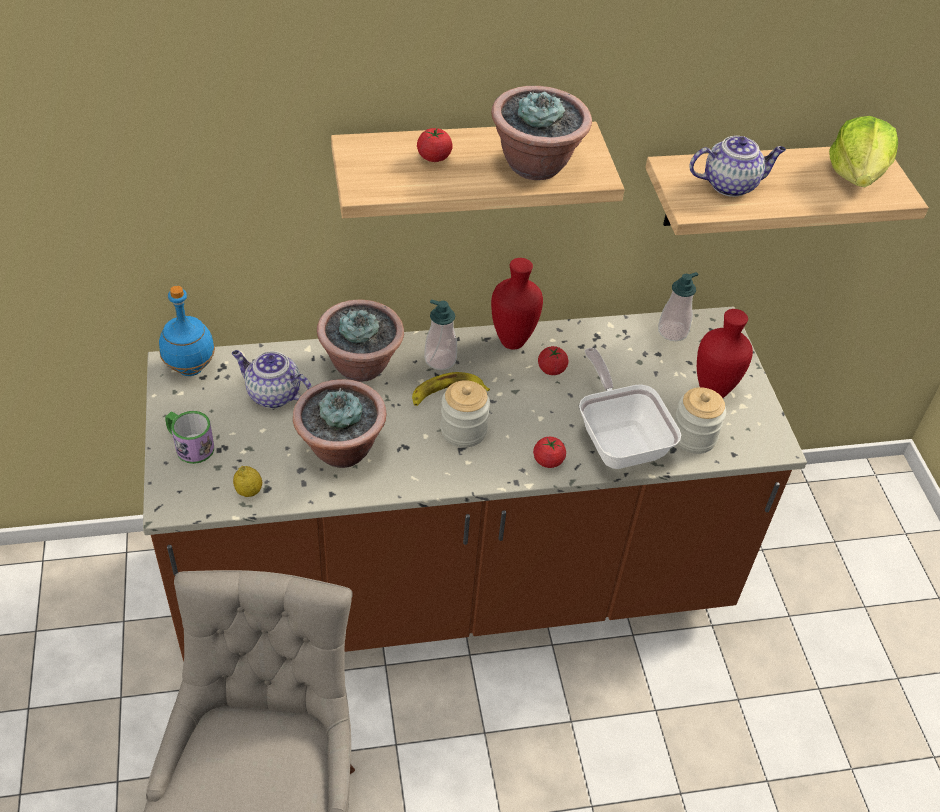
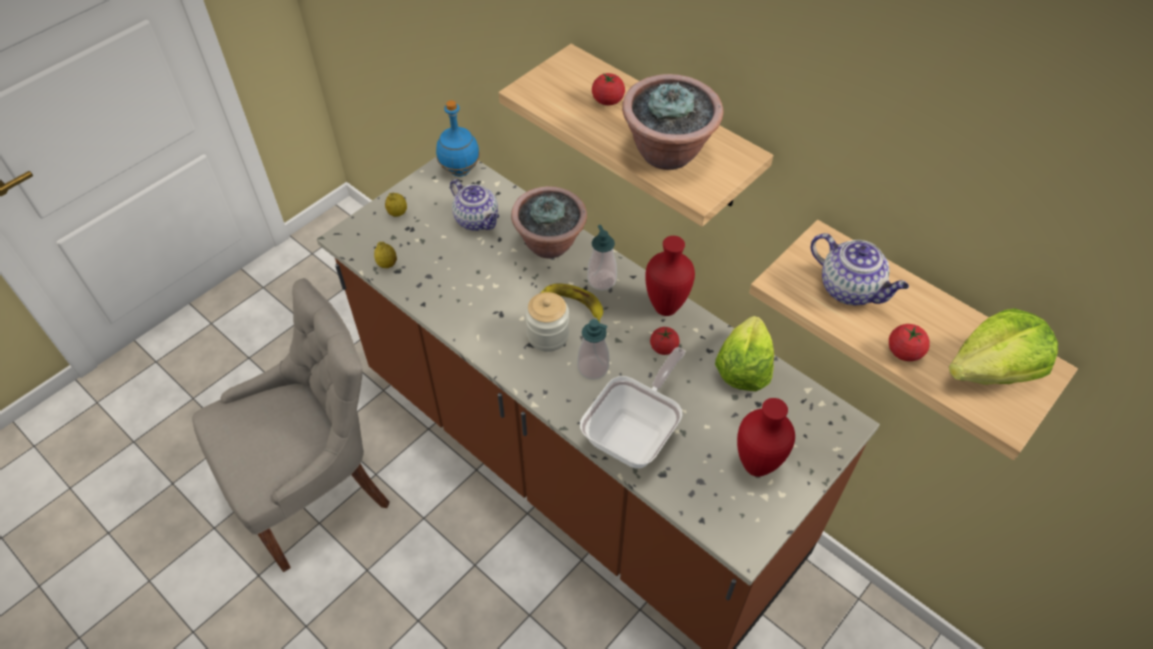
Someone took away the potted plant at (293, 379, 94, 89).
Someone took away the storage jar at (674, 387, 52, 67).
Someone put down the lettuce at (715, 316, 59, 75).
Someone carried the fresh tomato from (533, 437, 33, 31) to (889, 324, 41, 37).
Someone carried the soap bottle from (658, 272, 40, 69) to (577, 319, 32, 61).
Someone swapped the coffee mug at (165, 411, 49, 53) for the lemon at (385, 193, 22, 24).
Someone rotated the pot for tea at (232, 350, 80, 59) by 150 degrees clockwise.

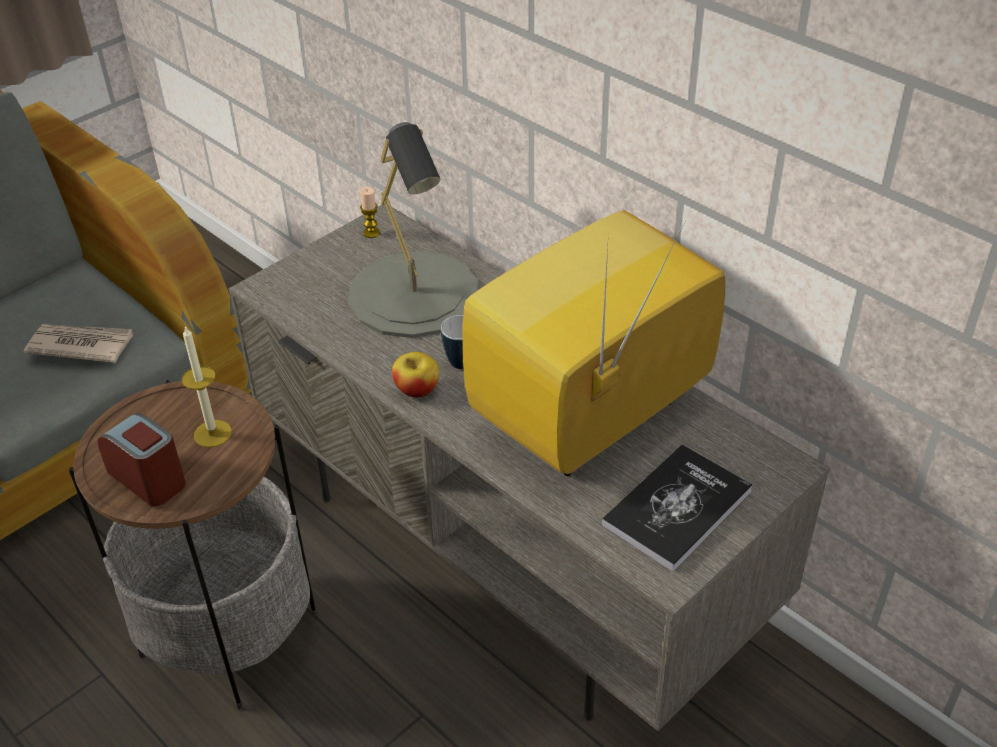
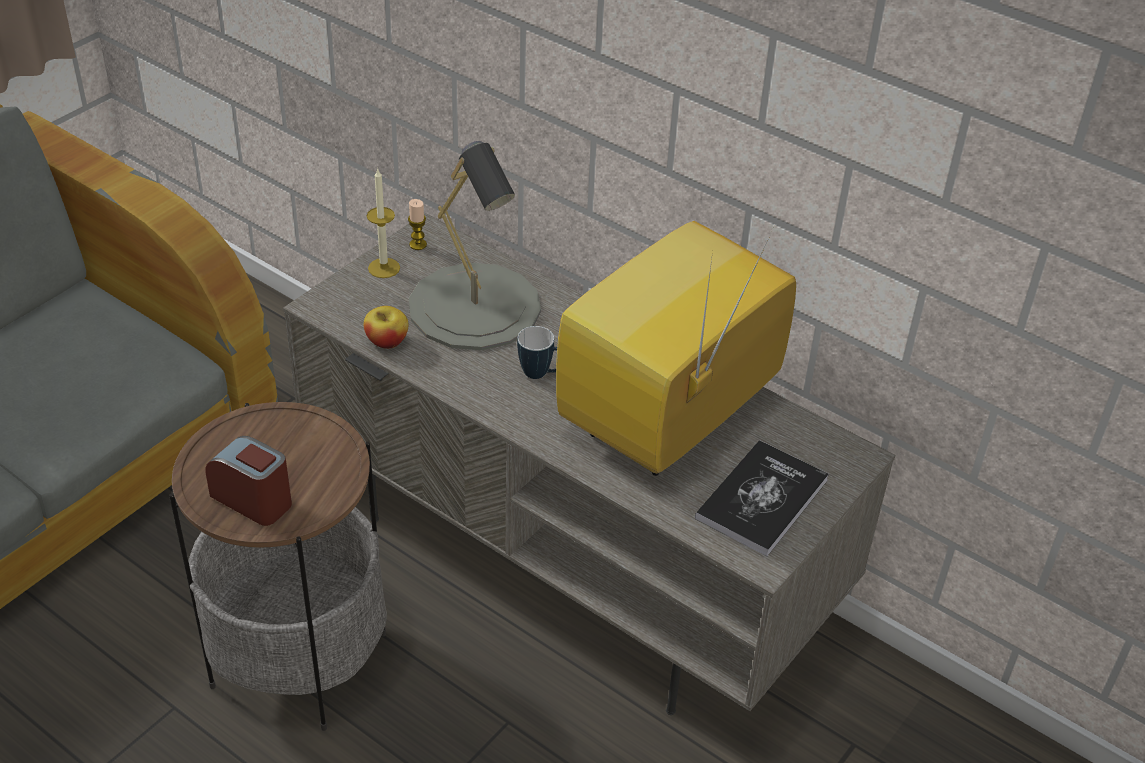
Someone took away the printed paper at (24, 324, 109, 39).
Someone carried the wax light from (182, 326, 50, 122) to (367, 169, 33, 109).
Someone carried the whole apple from (392, 352, 48, 46) to (364, 306, 44, 43).

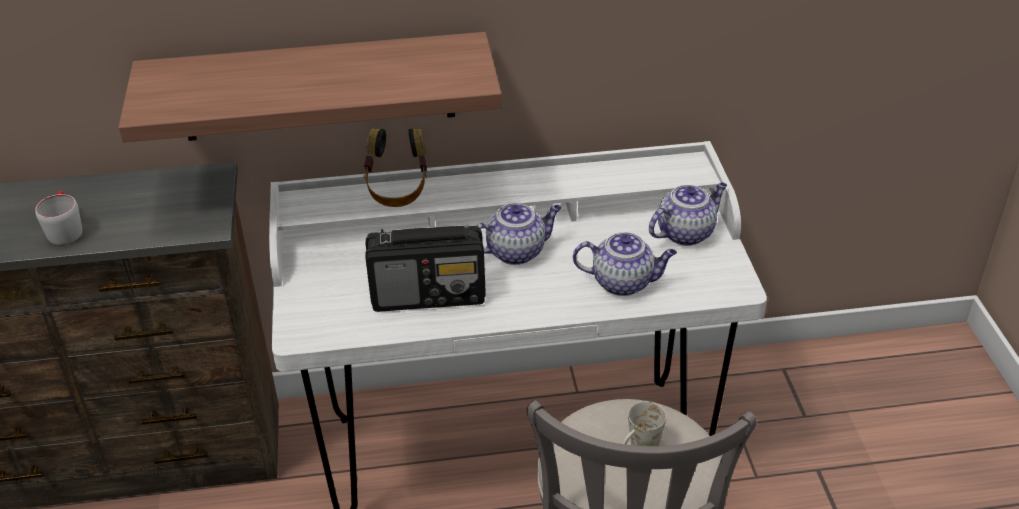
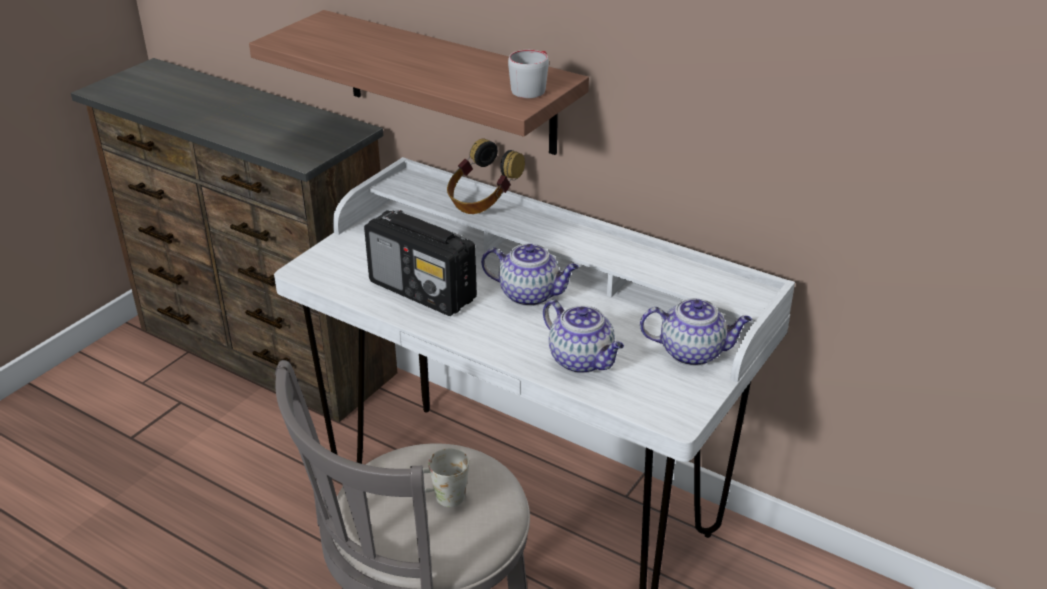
Someone carried the coffee mug (greyish) from (35, 191, 47, 54) to (508, 50, 41, 48).

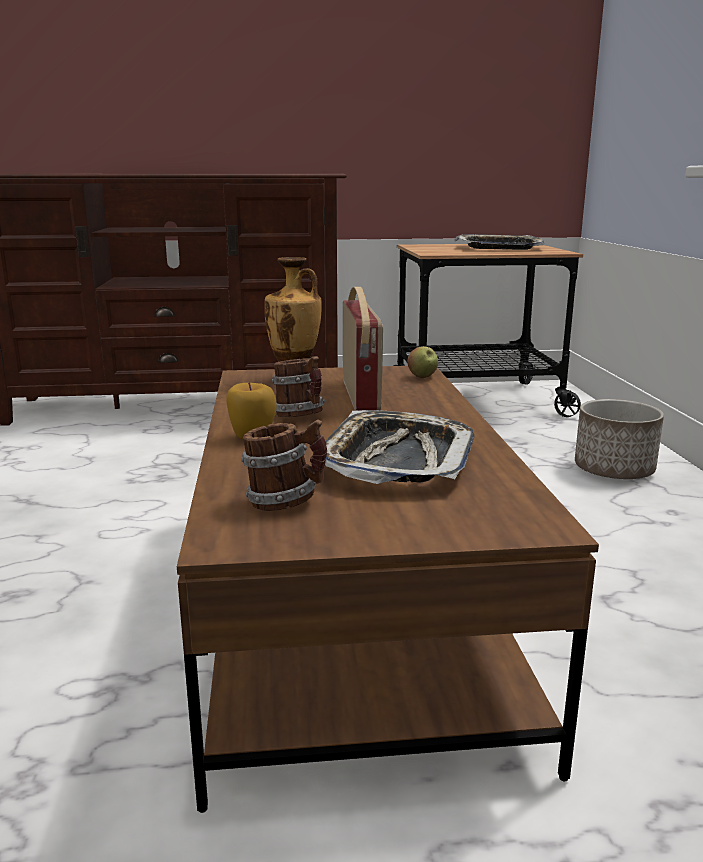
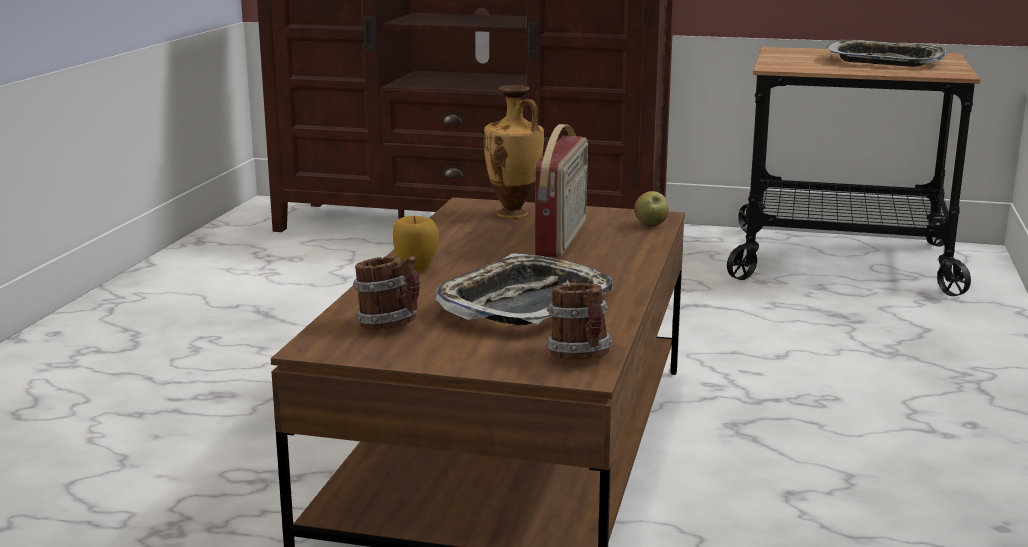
Someone took away the plant pot at (575, 399, 89, 80).
Someone carried the coffee mug from (272, 356, 53, 61) to (546, 283, 66, 76).

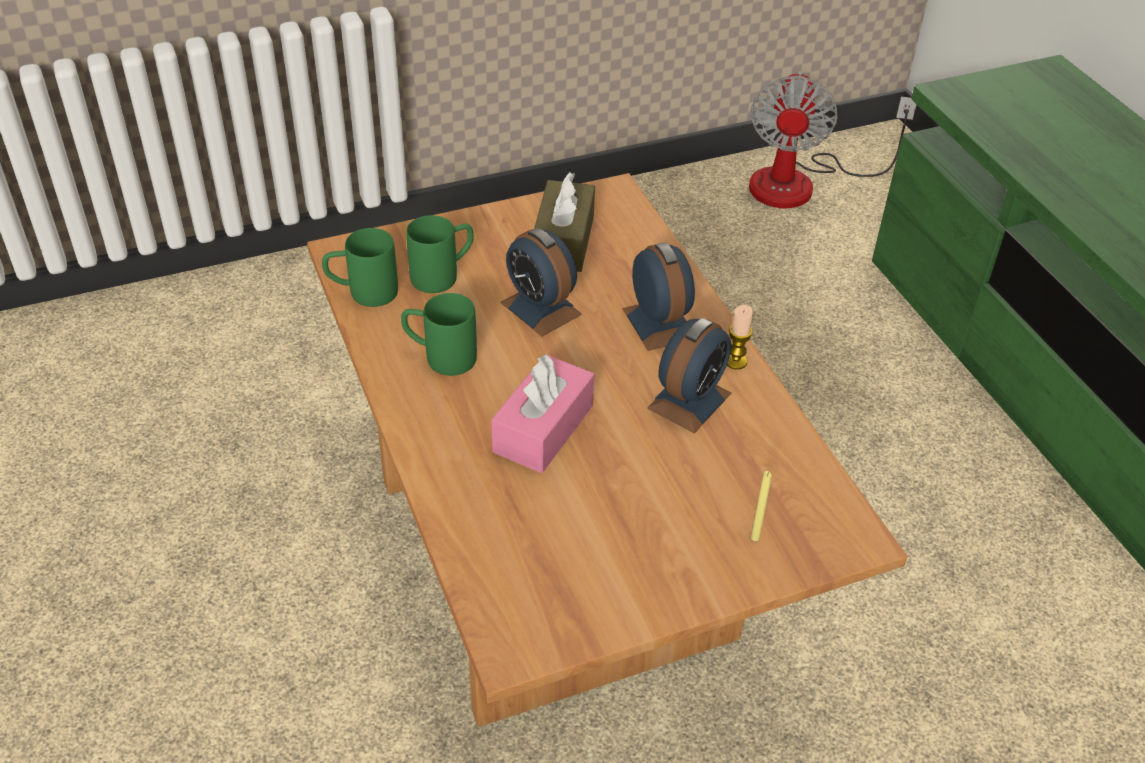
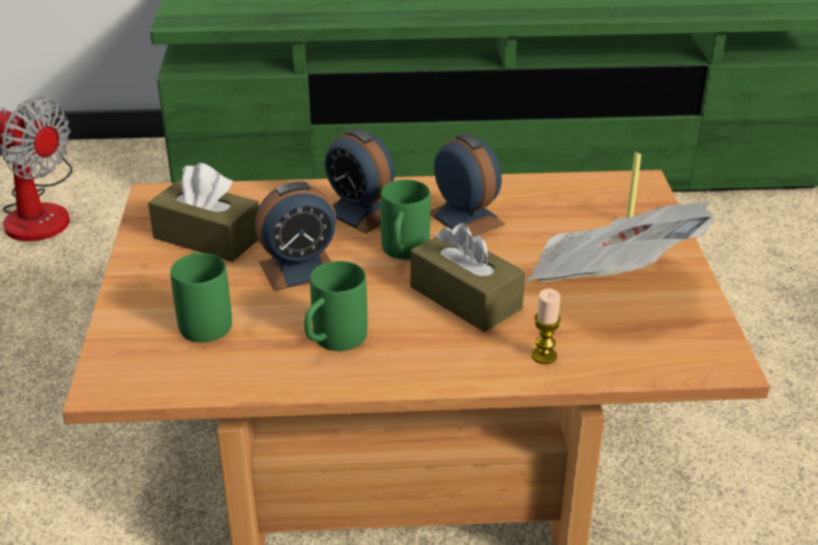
Someone put down the printed paper at (525, 201, 189, 81).
Someone carried the coffee mug (green) from (322, 228, 76, 79) to (381, 180, 49, 80).
Someone carried the wax light from (727, 305, 26, 65) to (532, 289, 29, 75).
Someone repainted the tissue box (pink) at (491, 354, 103, 119), which became the tissue box (brown) at (410, 222, 115, 110).
Someone rotated the alarm clock at (622, 242, 73, 109) by 135 degrees counterclockwise.

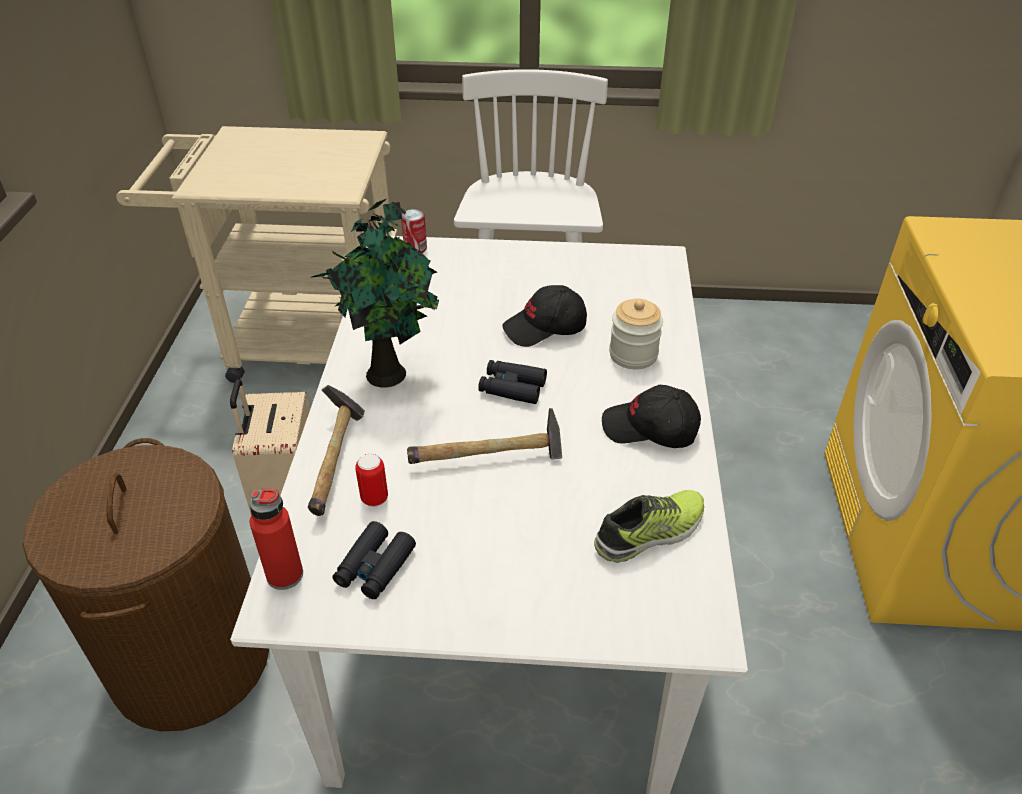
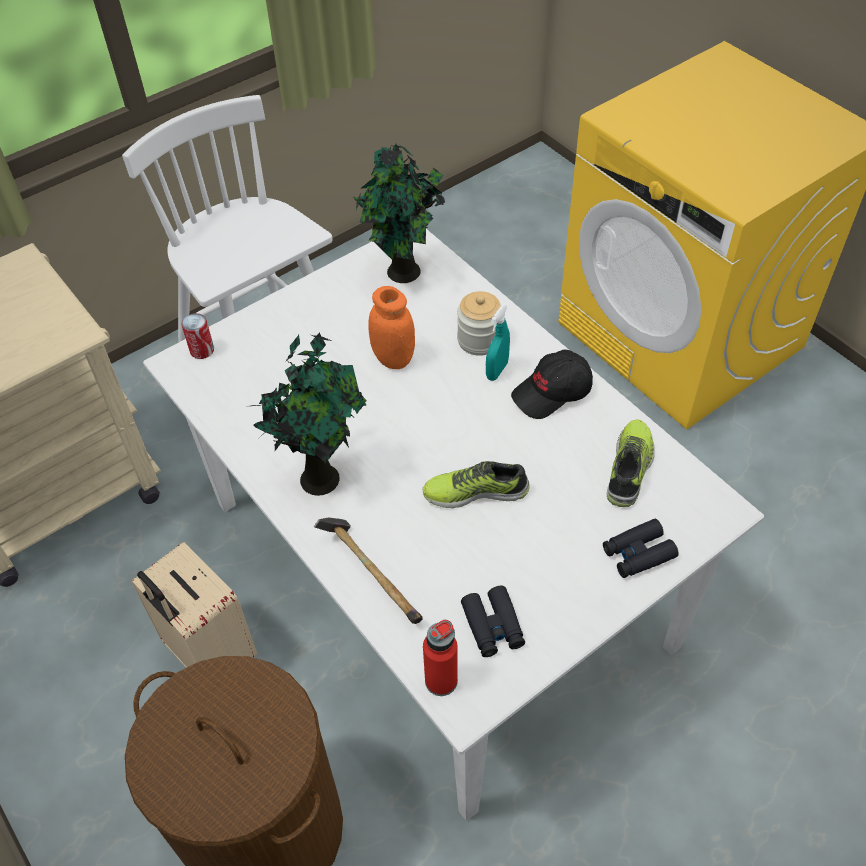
Someone took away the sealed can at (355, 454, 33, 53).
Someone put down the potted plant at (353, 144, 92, 139).
Someone put down the spray bottle (blue-green) at (486, 304, 24, 77).
Someone carried the binoculars (black) from (478, 360, 69, 44) to (603, 519, 76, 59).
Someone swapped the hammer at (407, 408, 155, 56) for the shoe at (423, 461, 107, 47).
Someone swapped the baseball cap (black) at (502, 285, 85, 62) for the storage jar (orangey) at (369, 286, 46, 83).

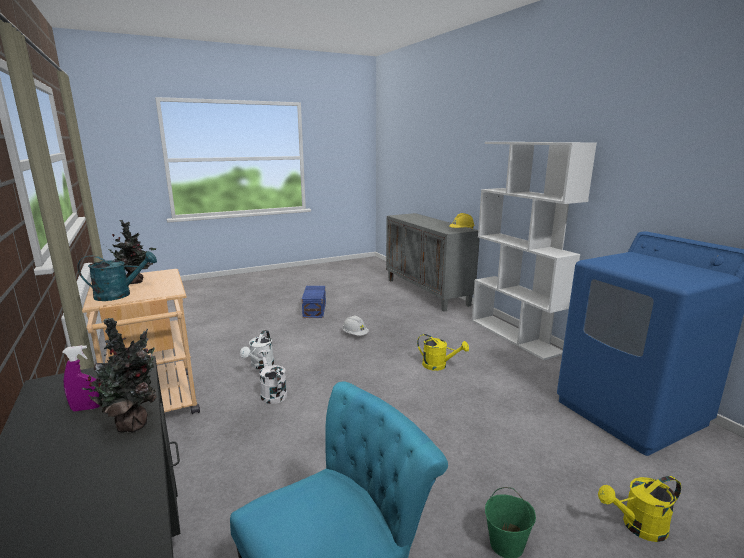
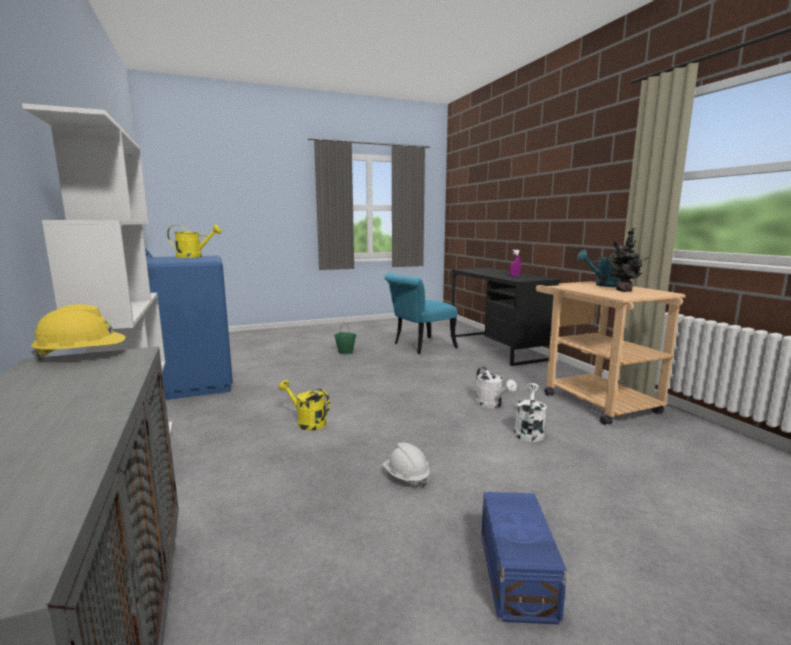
Someone took away the potted plant at (82, 318, 75, 115).
Someone carried the watering can (yellow) from (598, 476, 83, 66) to (167, 225, 54, 33).

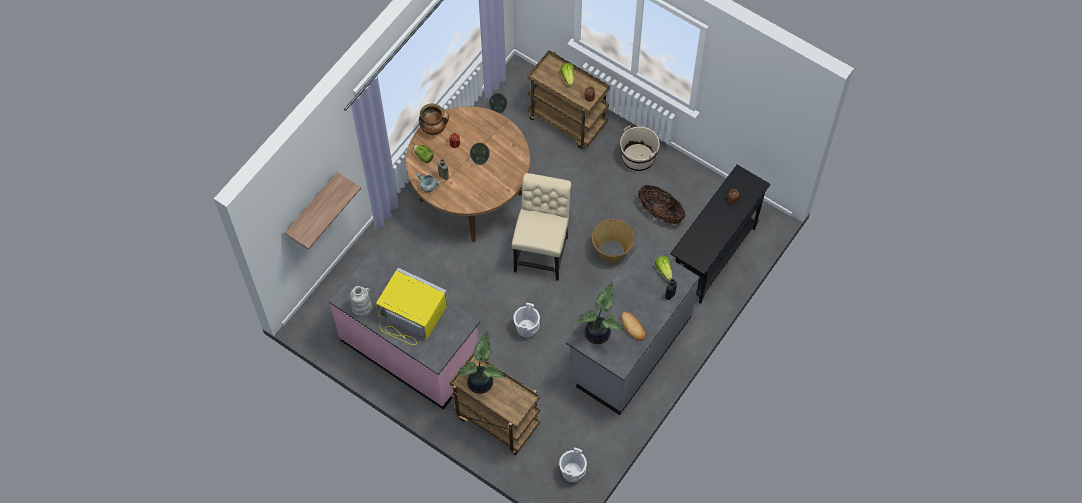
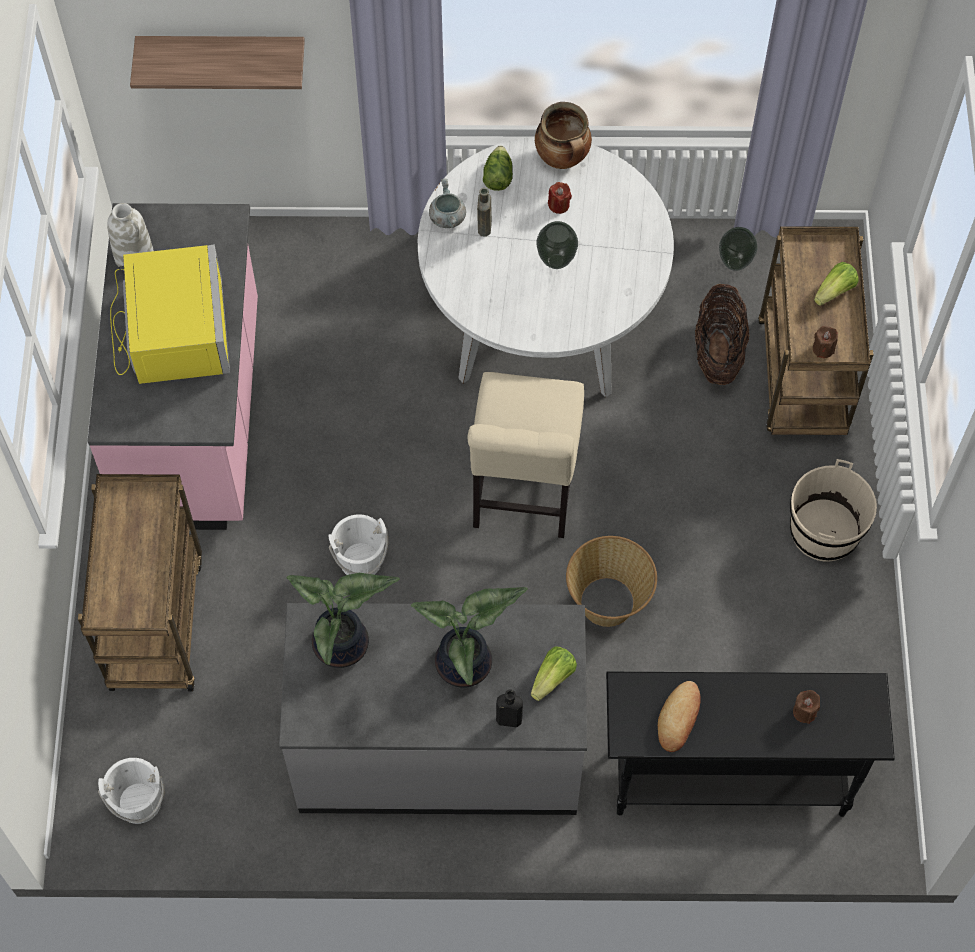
Someone carried the potted plant from (459, 330, 46, 64) to (411, 587, 117, 101).
Someone carried the bread from (621, 312, 25, 29) to (658, 681, 42, 71).
Someone carried the basket from (638, 185, 47, 39) to (695, 284, 55, 101).
Someone repainted the dinner table (brown) at (406, 106, 124, 136), which became the dinner table (white-coloured) at (418, 137, 256, 261).
Someone rotated the plain chair (sand-coloured) at (512, 173, 59, 108) by 120 degrees clockwise.

